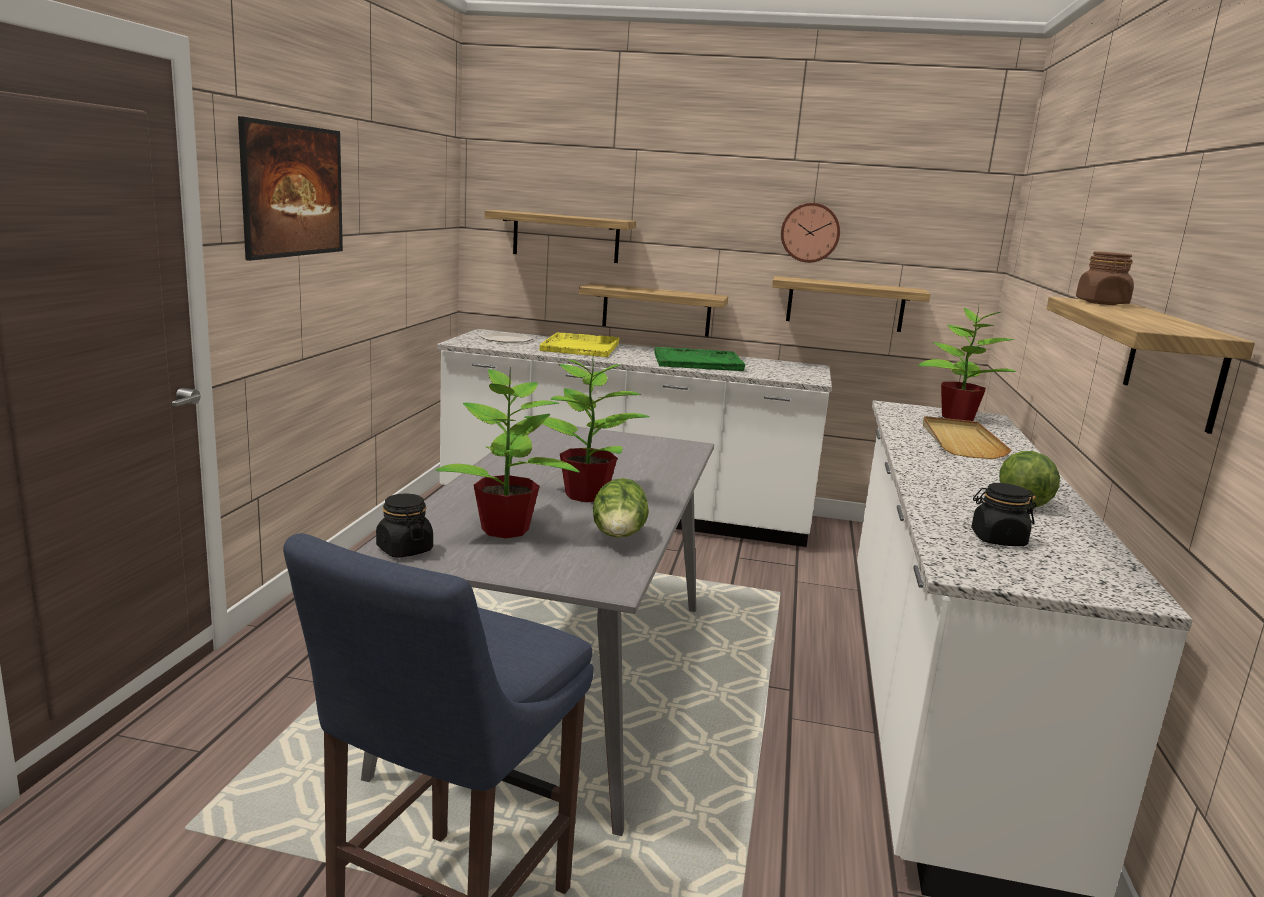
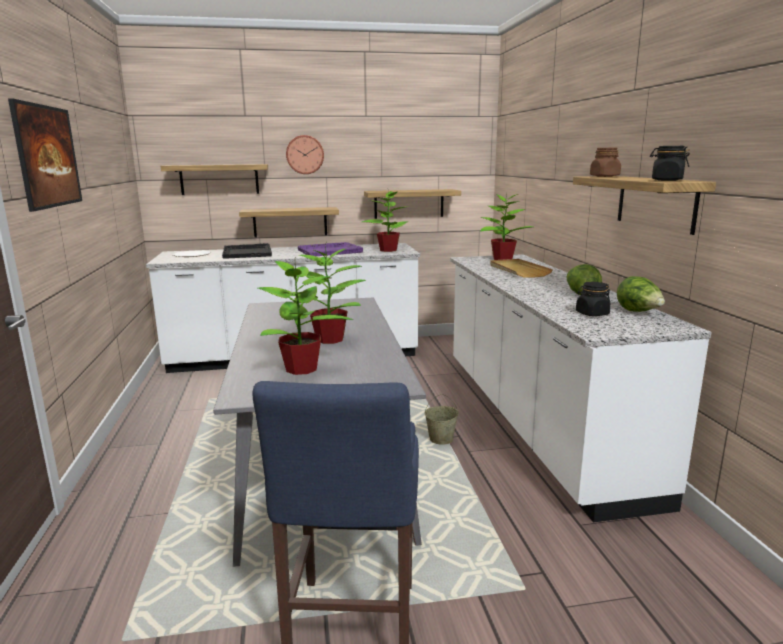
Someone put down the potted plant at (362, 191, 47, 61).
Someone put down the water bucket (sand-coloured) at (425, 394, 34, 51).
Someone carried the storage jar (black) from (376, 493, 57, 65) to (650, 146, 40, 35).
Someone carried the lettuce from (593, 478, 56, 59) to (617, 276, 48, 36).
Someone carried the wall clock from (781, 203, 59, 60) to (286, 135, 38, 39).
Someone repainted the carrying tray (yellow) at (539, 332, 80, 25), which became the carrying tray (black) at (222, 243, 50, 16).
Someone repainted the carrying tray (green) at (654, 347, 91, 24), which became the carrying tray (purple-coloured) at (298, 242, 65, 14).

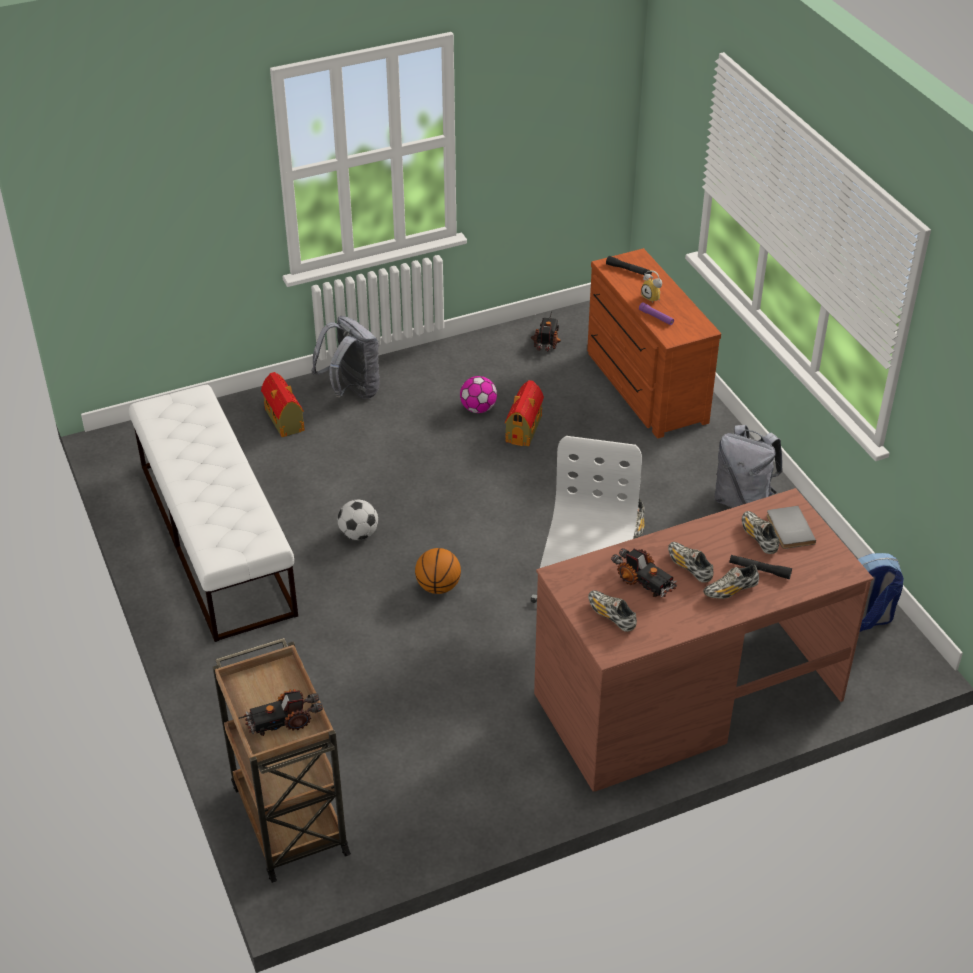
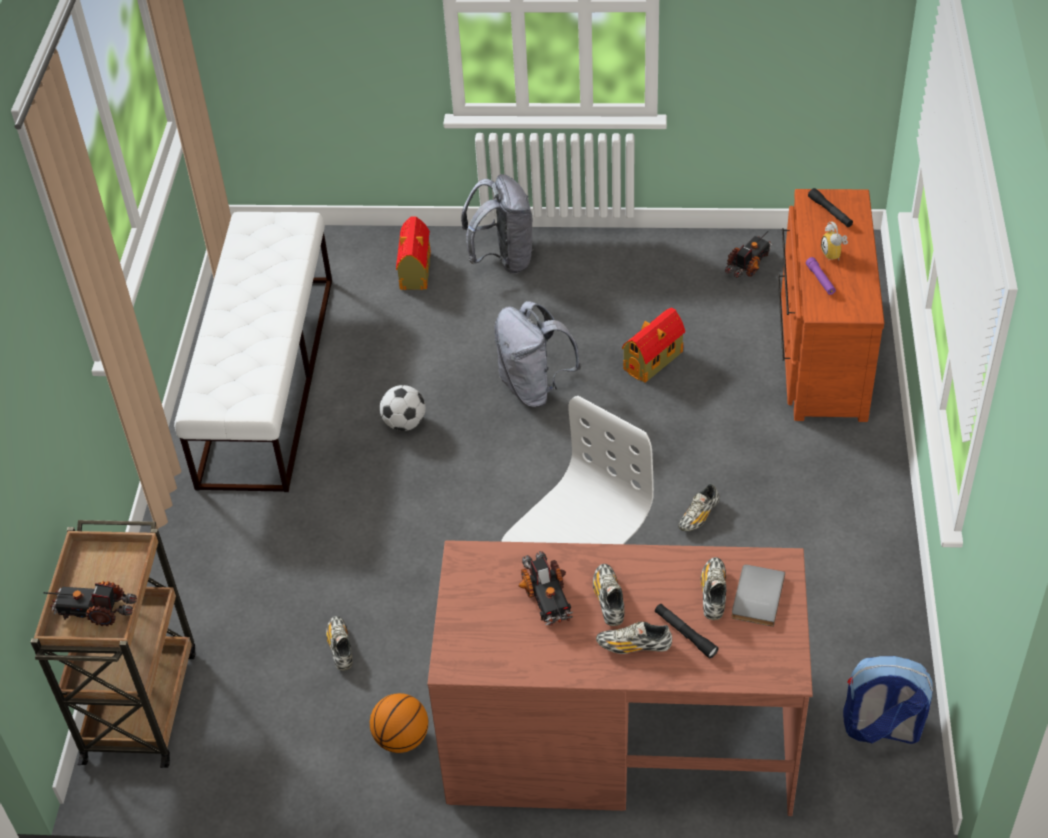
Someone took away the ball for football at (460, 376, 37, 37).
Someone carried the basketball from (415, 548, 46, 46) to (370, 693, 58, 60).
Someone carried the shoe from (588, 590, 49, 42) to (326, 616, 26, 55).
Someone carried the rucksack (greyish) from (714, 425, 69, 83) to (495, 301, 87, 106).

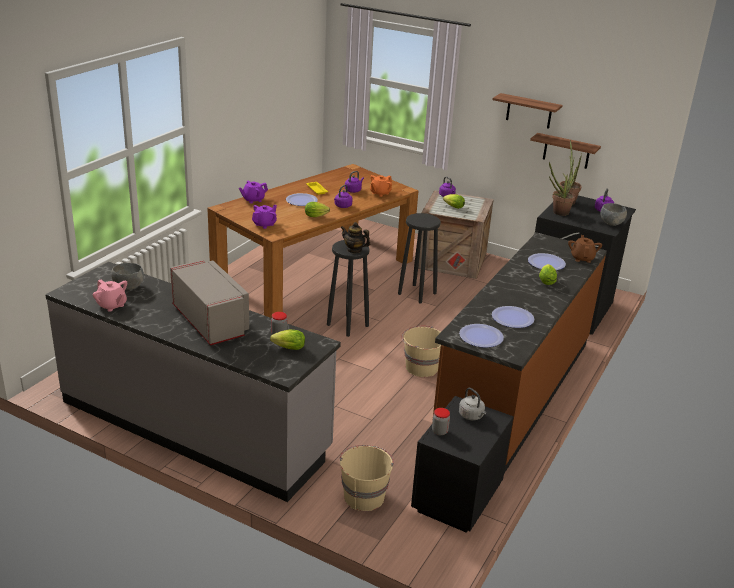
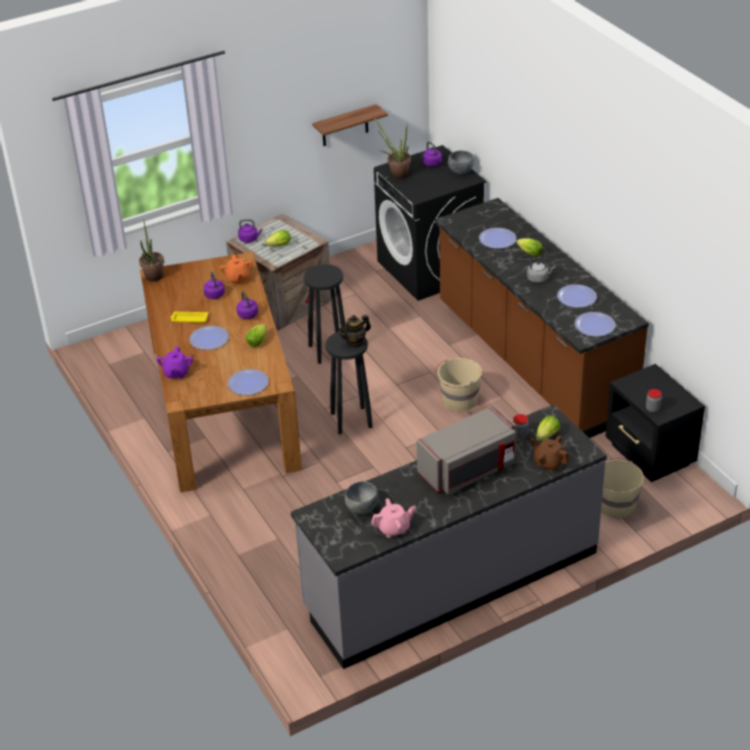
Someone took away the wall shelf at (493, 93, 70, 36).
Someone carried the water kettle (greyish) from (459, 388, 27, 32) to (527, 257, 28, 26).
Someone carried the potted plant from (549, 159, 27, 57) to (139, 220, 25, 62).
Someone carried the pot for tea (brown) from (568, 235, 34, 28) to (530, 436, 39, 36).
Someone swapped the pot for tea (purple-coloured) at (252, 205, 25, 24) for the flat dish at (228, 369, 41, 26).
Someone rotated the kitchen microwave (greyish) at (170, 260, 79, 85) by 150 degrees clockwise.

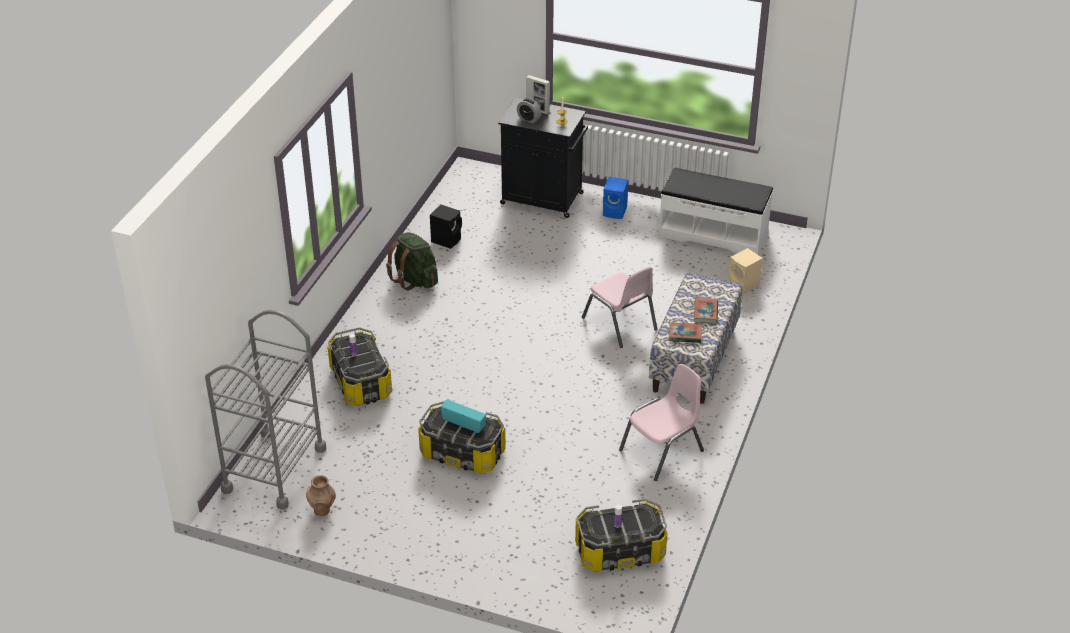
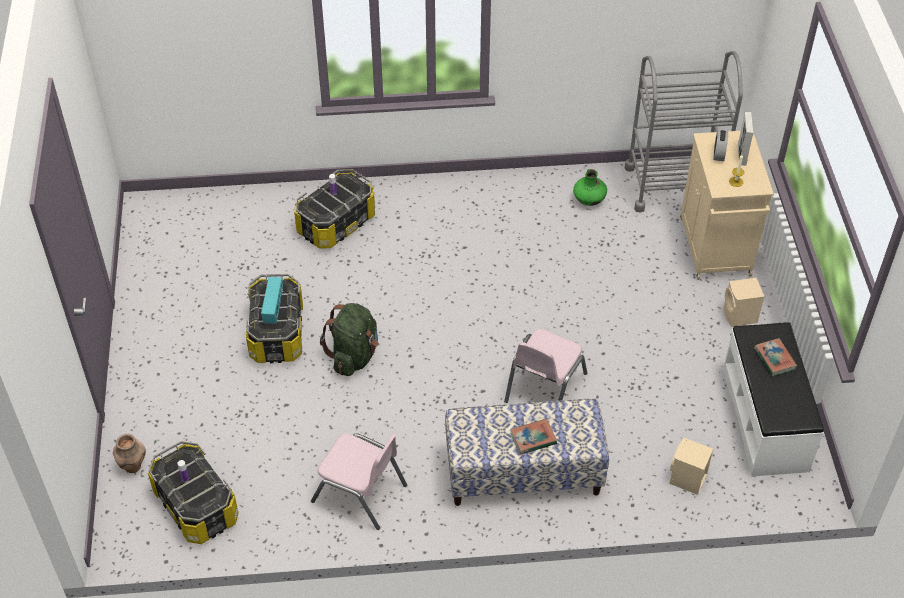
Someone carried the wheeled cart (greyish) from (205, 310, 121, 200) to (625, 51, 118, 162).
Someone carried the flower vase (brown) from (306, 475, 30, 41) to (113, 434, 33, 39).
Someone carried the rucksack (green) from (386, 232, 52, 59) to (320, 303, 59, 73).
Someone carried the book from (669, 322, 33, 21) to (754, 338, 43, 38).
Someone swapped the audio speaker (black) at (430, 204, 32, 45) for the flower vase (green) at (573, 169, 34, 37).
Someone repainted the storage cabinet (black) at (498, 98, 90, 120), which became the storage cabinet (sand-coloured) at (680, 131, 94, 149).
Someone repainted the audio speaker (bluish) at (603, 177, 25, 42), which became the audio speaker (sand-coloured) at (724, 278, 40, 49).

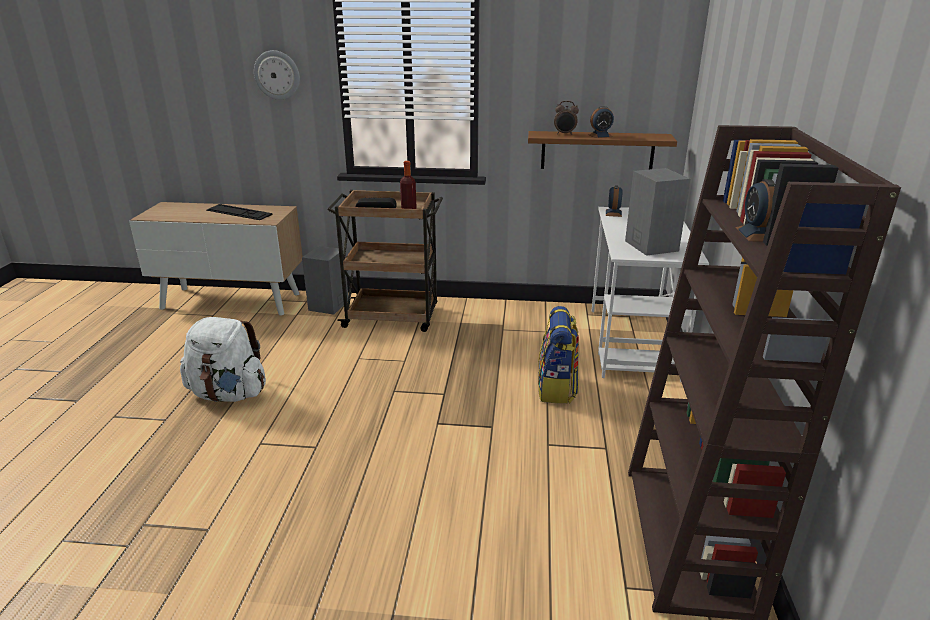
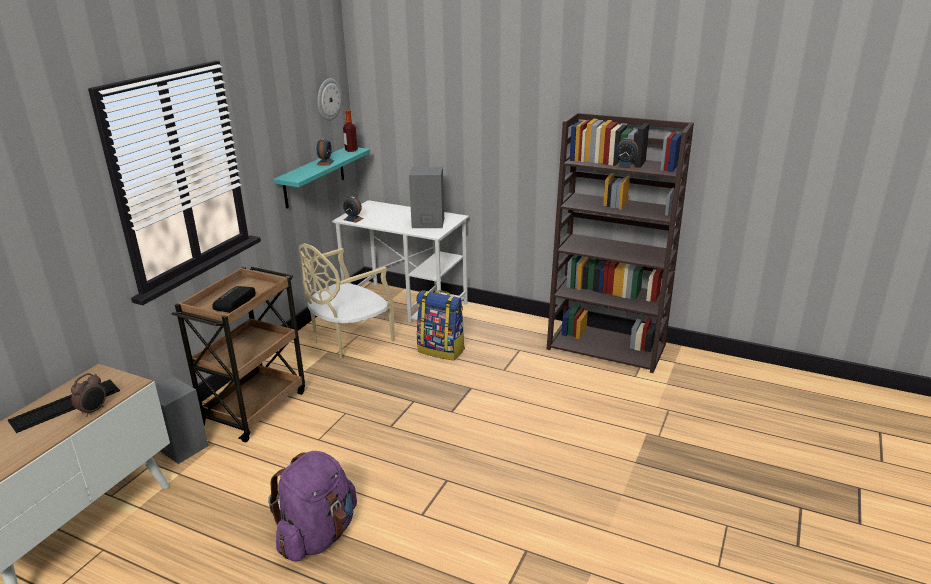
Someone put down the plain chair (sand-coloured) at (299, 243, 96, 115).
Someone carried the wall clock from (254, 50, 46, 50) to (317, 78, 25, 43).
Someone carried the drink bottle from (400, 161, 17, 48) to (343, 110, 15, 42).
Someone carried the alarm clock from (554, 101, 25, 34) to (71, 373, 35, 44).
Someone repainted the rucksack (white-coloured) at (180, 317, 86, 85), which became the rucksack (purple-coloured) at (268, 451, 89, 111).
Someone repainted the wall shelf (brown) at (528, 131, 149, 38), which became the wall shelf (blue-green) at (273, 147, 97, 61).

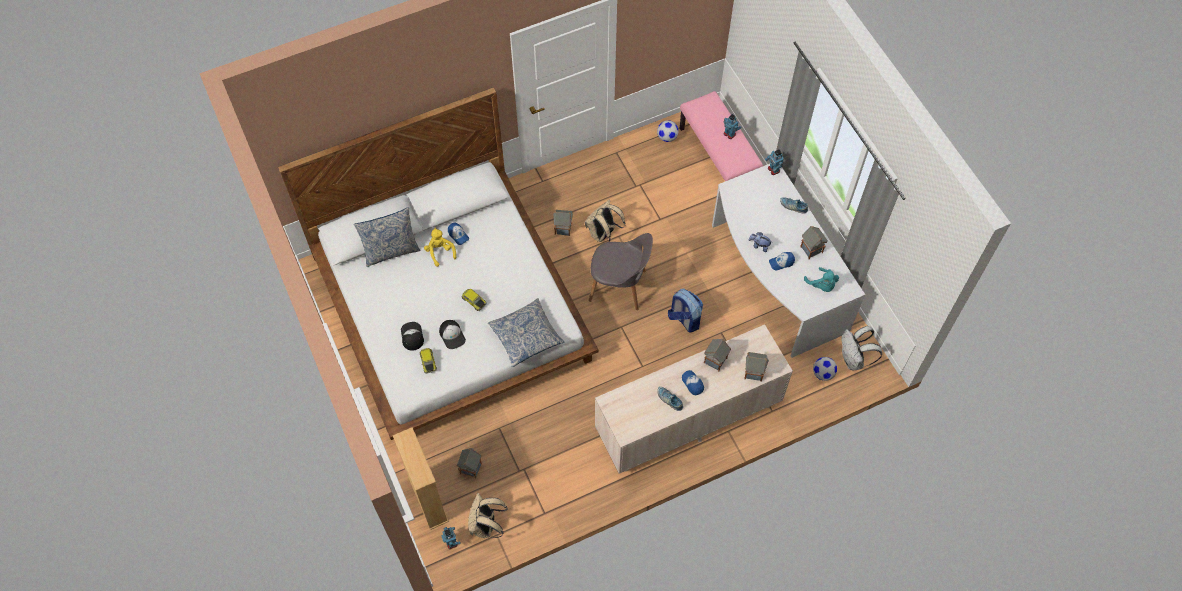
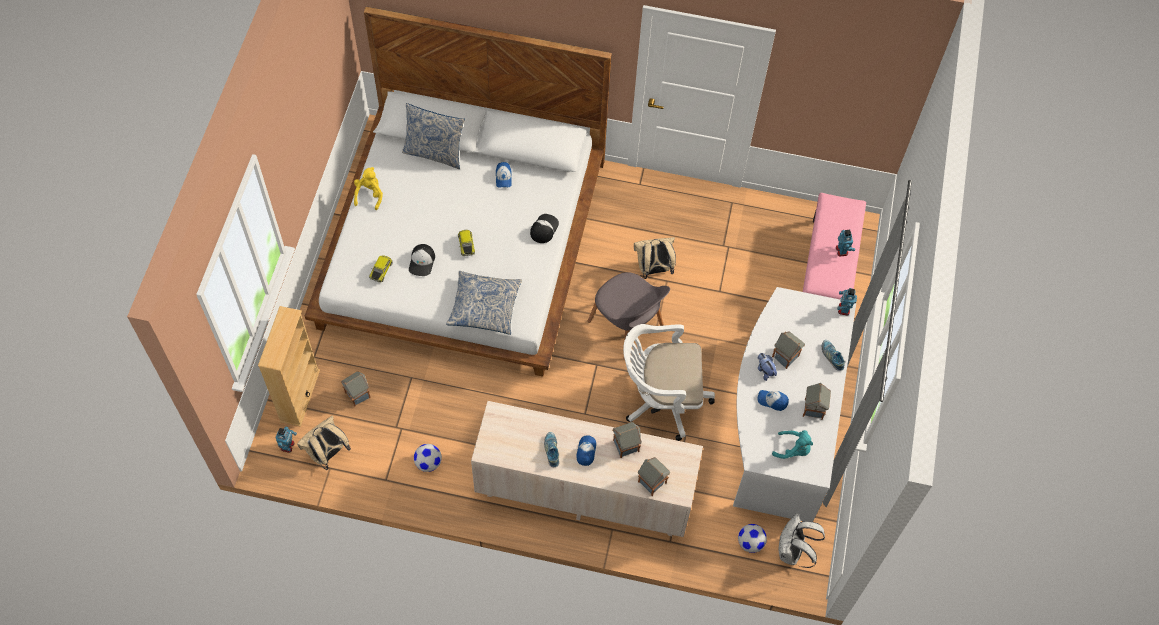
Someone carried the baseball cap from (401, 322, 23, 29) to (530, 214, 29, 29).
Someone carried the plush toy (yellow) from (424, 228, 32, 39) to (354, 167, 29, 43).
Someone carried the toy house from (553, 210, 20, 26) to (772, 331, 33, 38).
Someone carried the ball for football from (657, 120, 22, 22) to (414, 444, 28, 28).
Someone swapped the rucksack at (668, 289, 35, 44) for the desk chair (white-coloured) at (623, 324, 92, 117).
Someone rotated the plush toy (blue-green) at (804, 267, 35, 25) by 75 degrees counterclockwise.

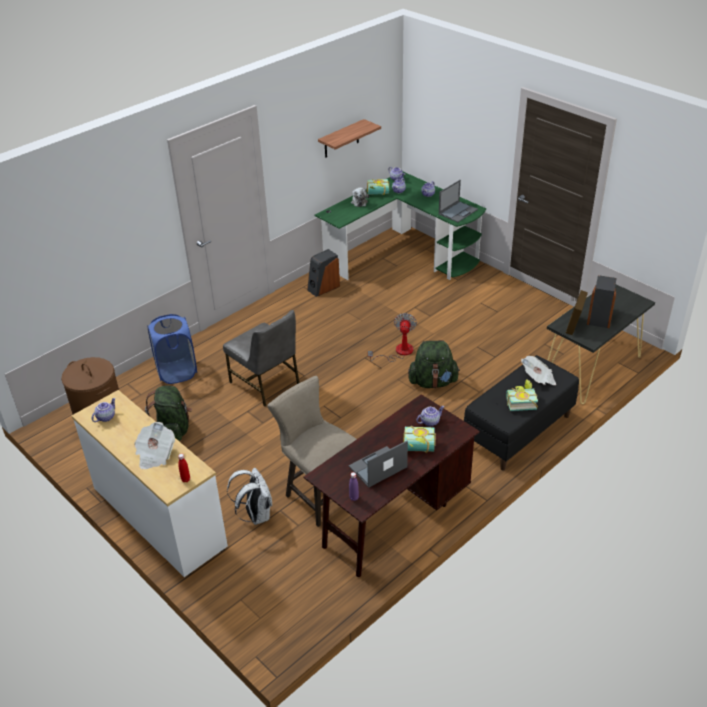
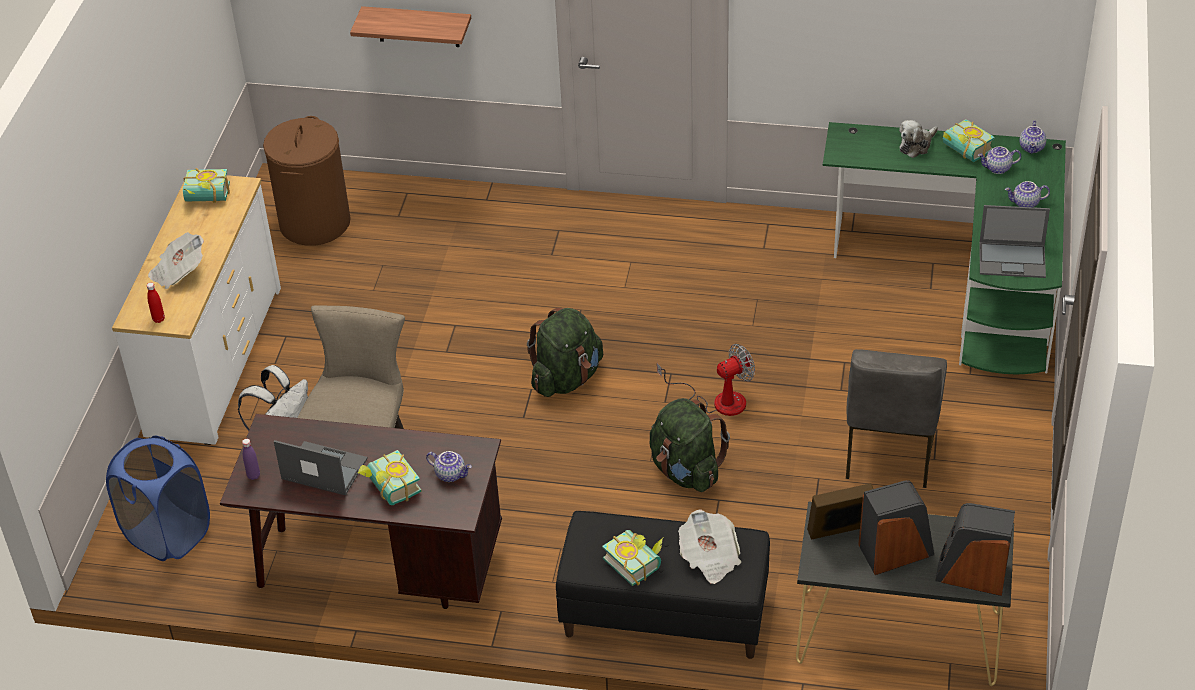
Someone carried the rucksack (green) from (145, 386, 47, 55) to (527, 307, 76, 90).
Someone carried the washing basket (bluish) from (147, 314, 50, 70) to (106, 436, 104, 125).
Someone carried the plain chair (greyish) from (223, 310, 77, 97) to (846, 349, 101, 139).
Someone carried the audio speaker from (307, 249, 33, 48) to (935, 503, 80, 93).
Someone carried the wall shelf from (318, 119, 63, 39) to (350, 6, 121, 41).
Someone swapped the pot for tea at (92, 398, 24, 24) for the book at (183, 168, 47, 35).

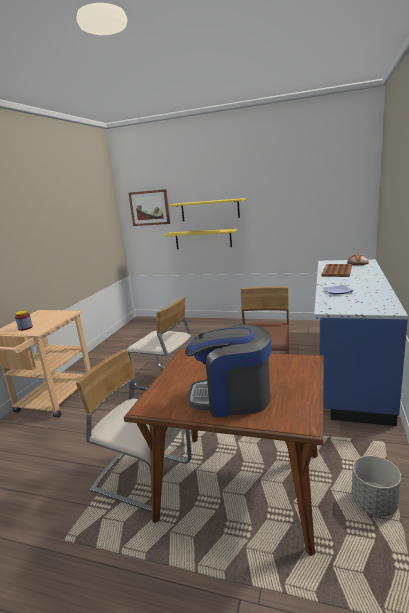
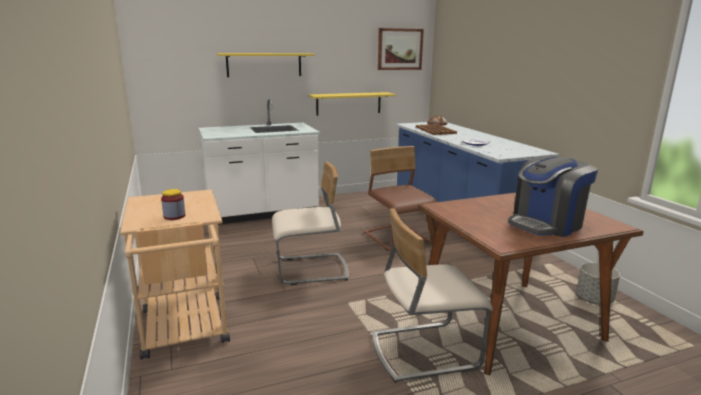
Someone put down the counter (white-coloured) at (199, 99, 121, 126).
Someone carried the wall art from (128, 189, 42, 37) to (378, 28, 46, 42).
Someone carried the wall shelf (yellow) from (163, 229, 75, 20) to (309, 92, 87, 24).

